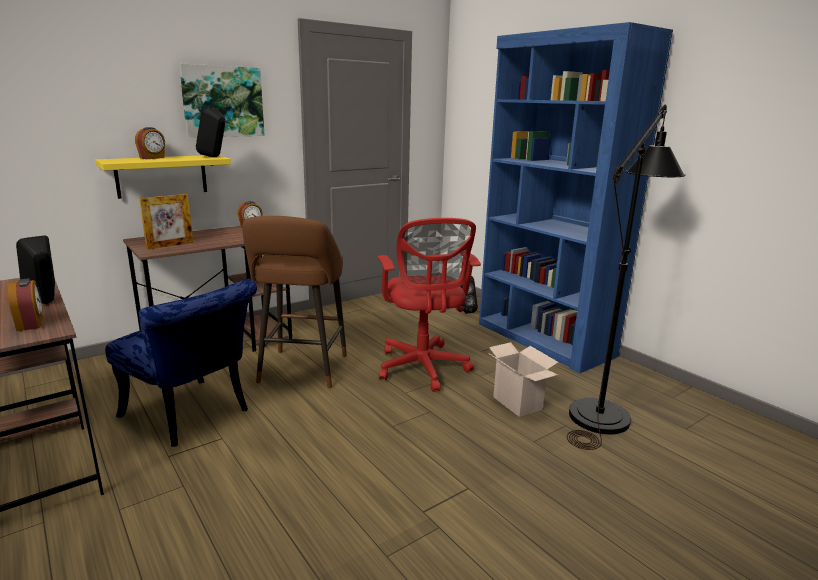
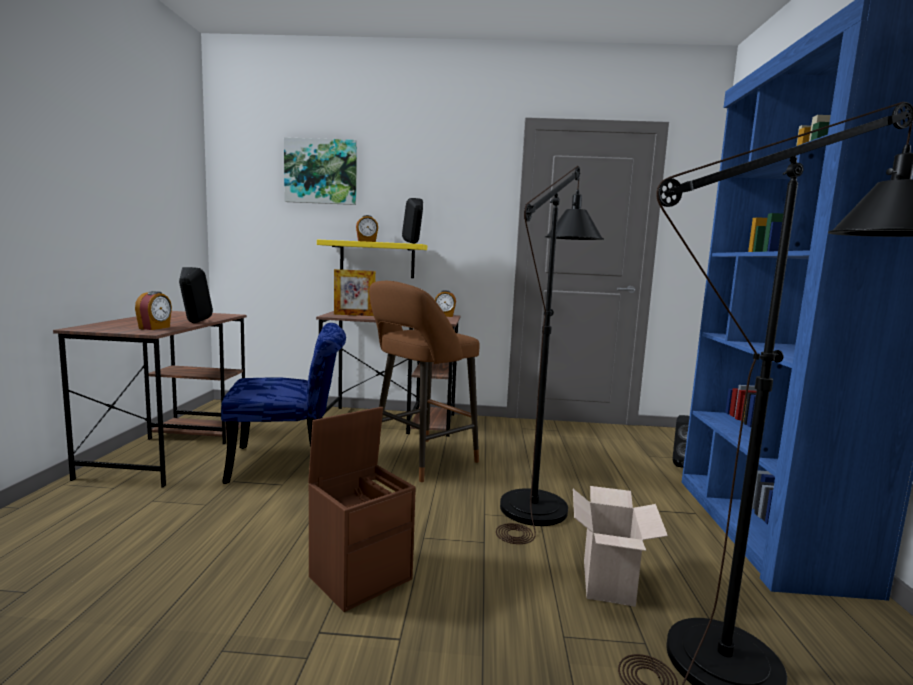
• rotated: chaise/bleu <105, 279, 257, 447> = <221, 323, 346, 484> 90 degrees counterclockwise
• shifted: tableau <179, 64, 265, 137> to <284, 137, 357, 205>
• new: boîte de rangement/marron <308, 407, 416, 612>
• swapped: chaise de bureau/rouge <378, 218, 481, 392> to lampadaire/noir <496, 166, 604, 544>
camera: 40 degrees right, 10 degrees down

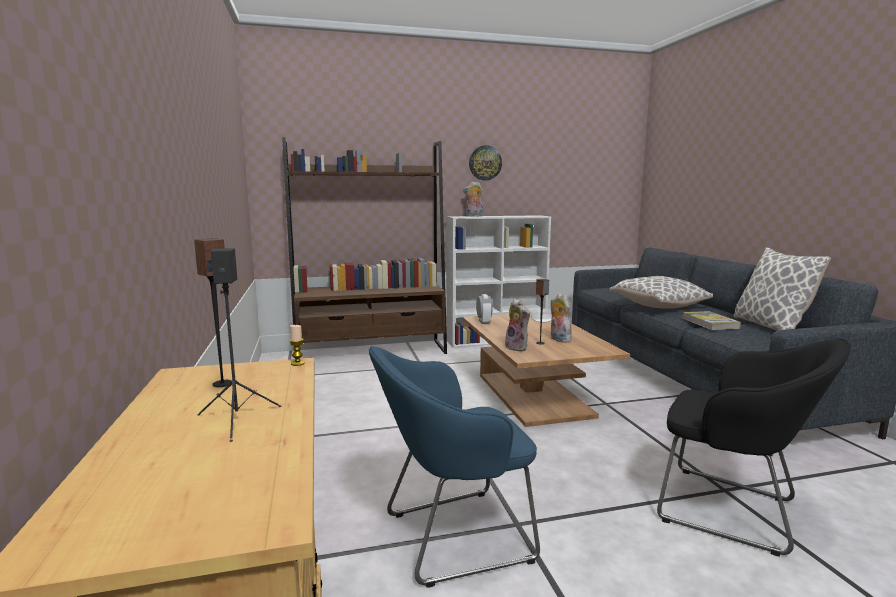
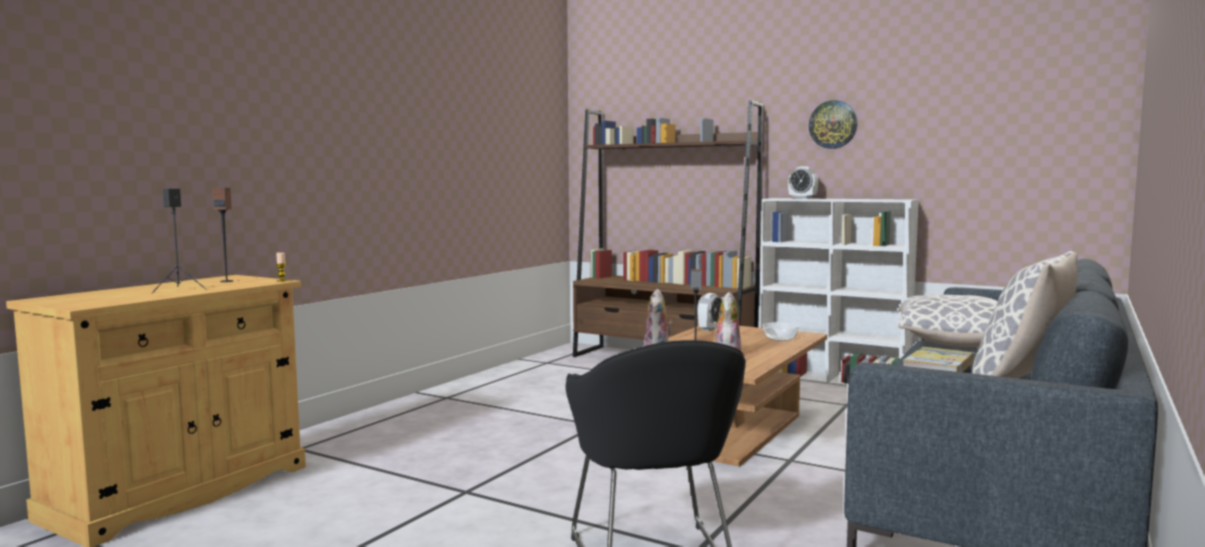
• swapped: peluche <463, 182, 483, 217> to réveil <788, 166, 818, 199>
• gone: fauteuil/bleu <369, 346, 540, 588>
camera: 45 degrees right, 5 degrees down

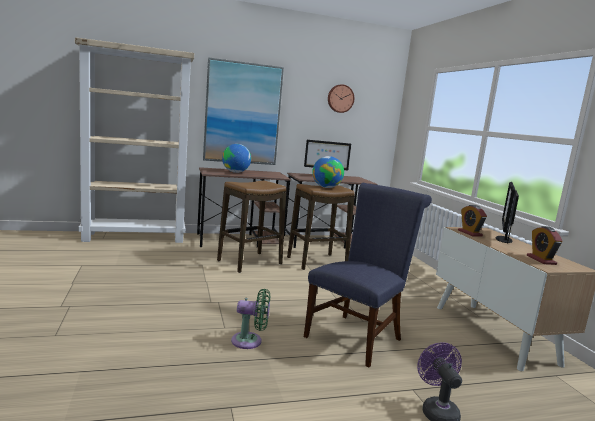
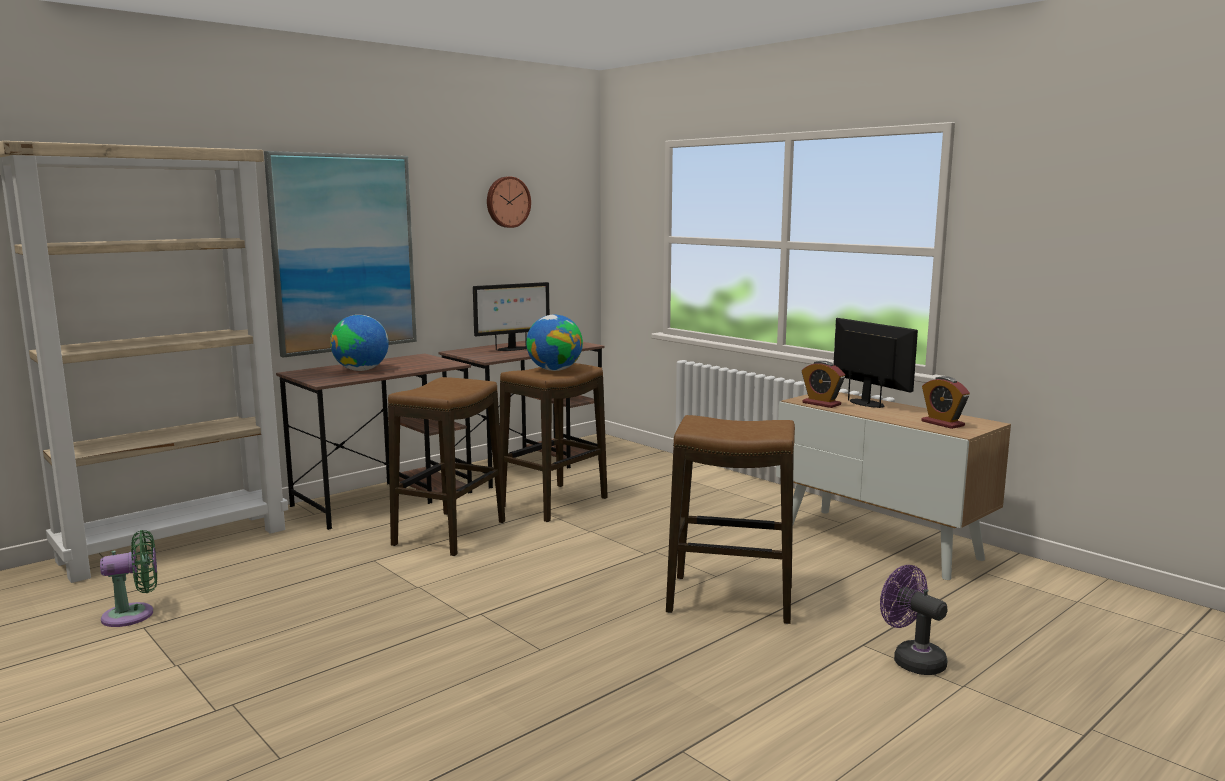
• shifted: ventilateur/vert <231, 289, 270, 349> to <100, 530, 157, 627>
• swapped: chaise/bleu <304, 183, 432, 367> to tabouret <666, 415, 795, 624>
• rotated: écran d'ordinateur <496, 182, 519, 244> = <833, 318, 918, 408> 150 degrees clockwise
camera: 25 degrees left, 0 degrees up

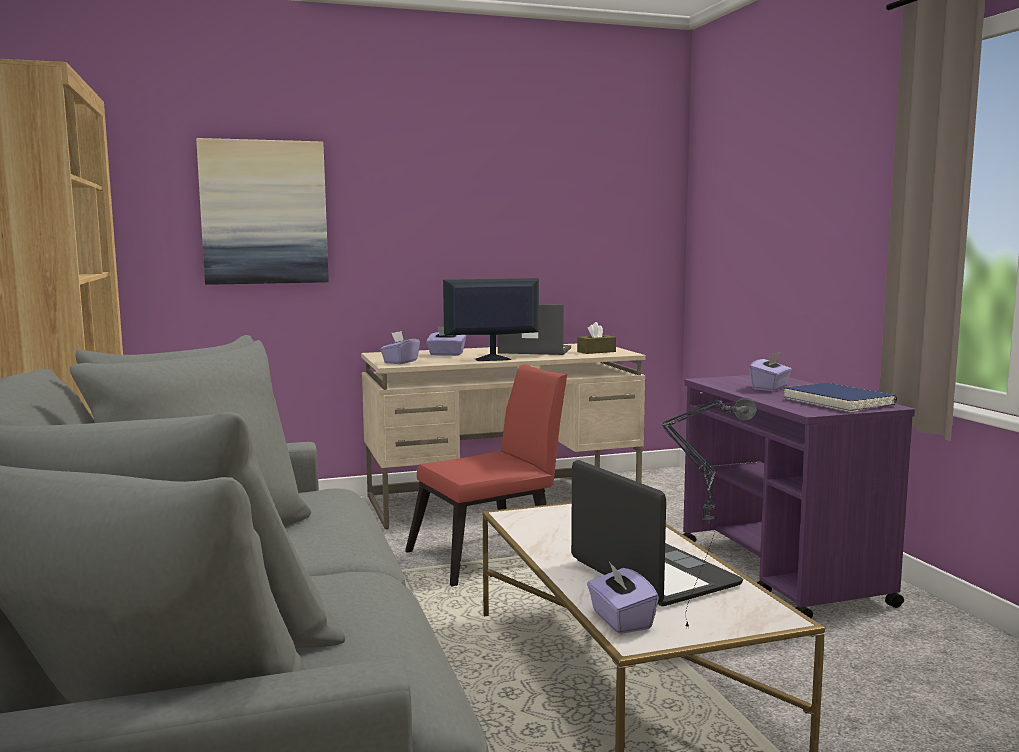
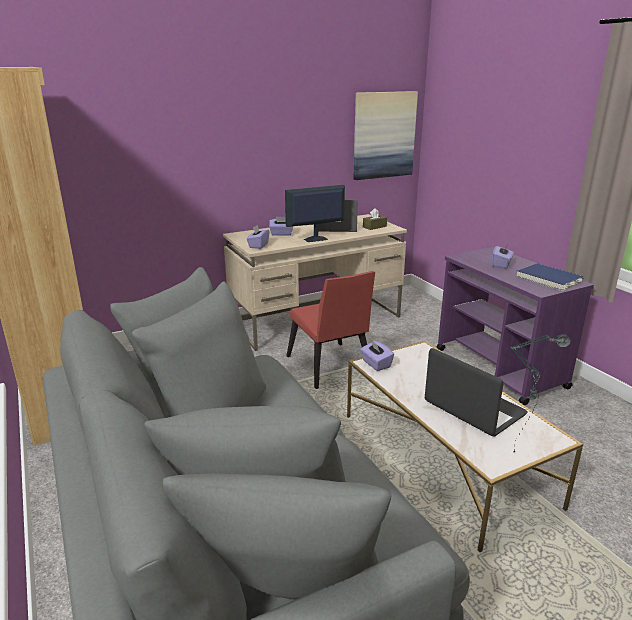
• rotated: chaise/rouge <405, 364, 567, 587> = <286, 271, 375, 389> 105 degrees clockwise
• shifted: tableau <196, 138, 329, 285> to <353, 91, 418, 180>
• shifted: boîte à mouchoirs/violet <587, 562, 659, 634> to <360, 340, 394, 371>
camera: 10 degrees left, 15 degrees up

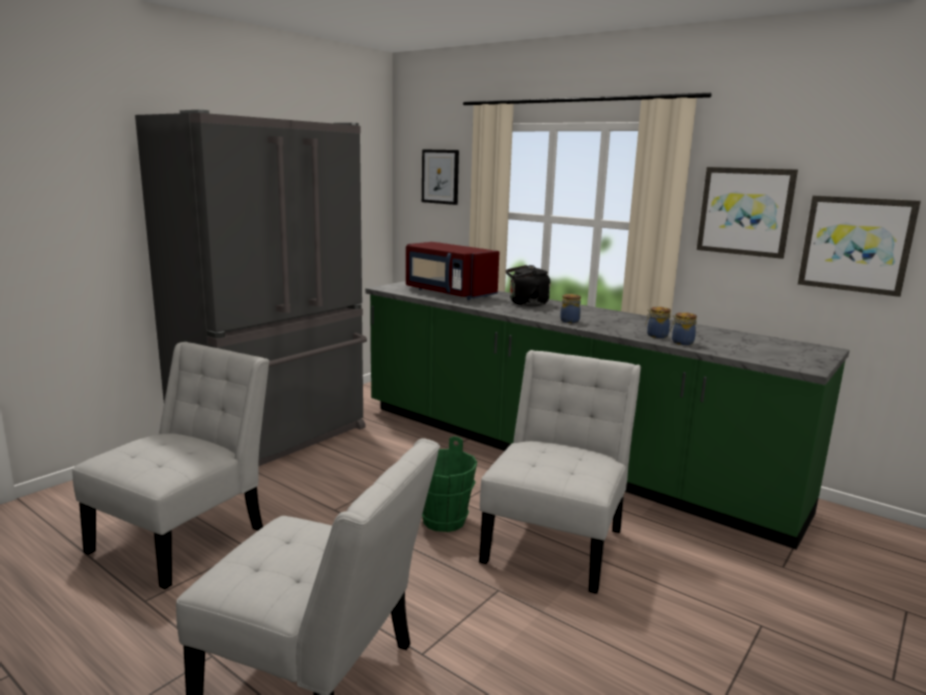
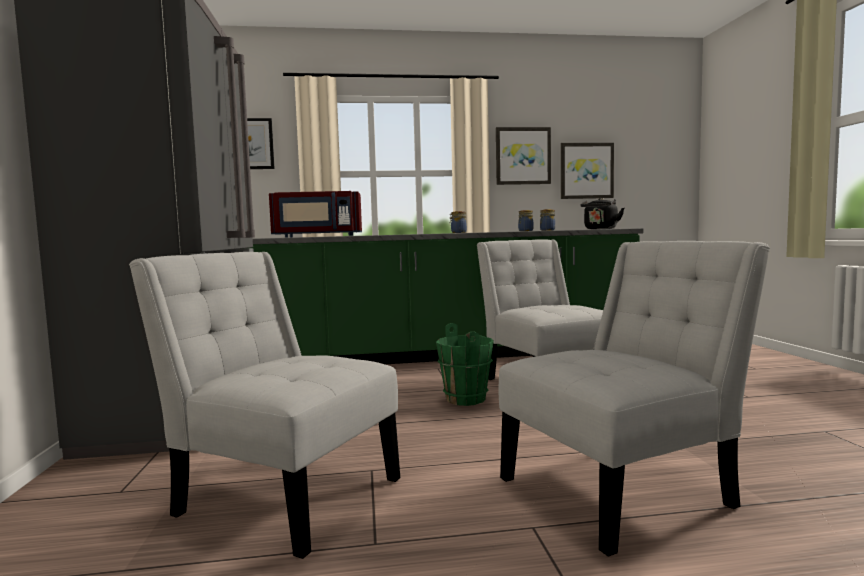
• rotated: chaise/blanc <72, 342, 269, 589> = <129, 252, 400, 559> 45 degrees counterclockwise
• shifted: bouilloire/noir <506, 265, 550, 306> to <581, 198, 624, 229>
camera: 45 degrees left, 10 degrees down

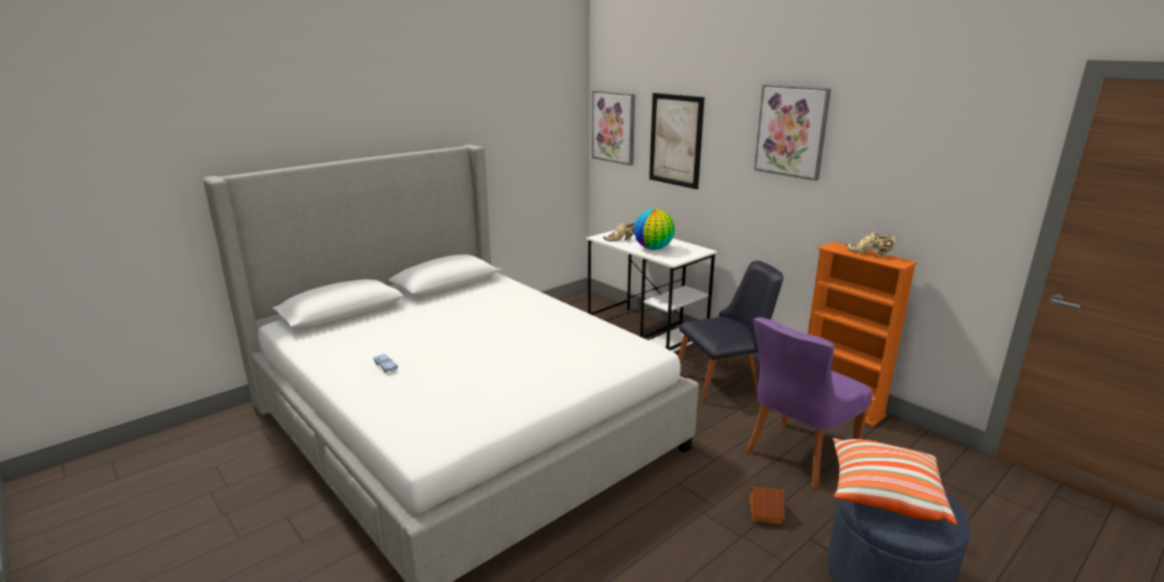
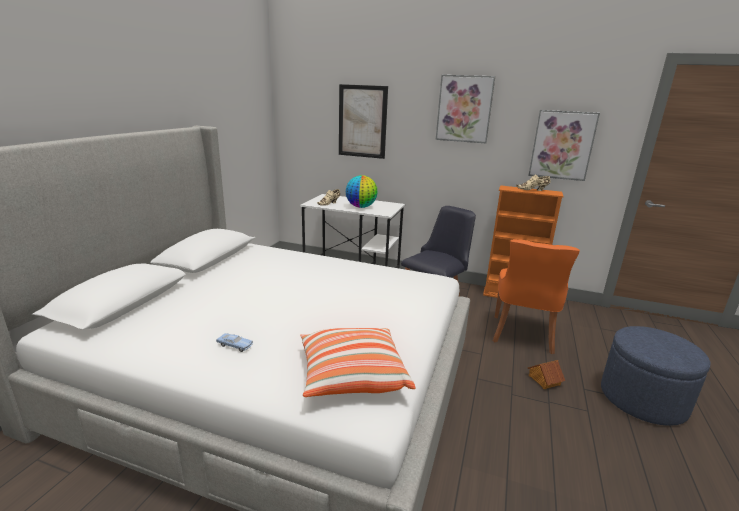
• shifted: coussin <833, 438, 957, 525> to <300, 328, 416, 397>
• repainted: chaise/violet <746, 317, 873, 488> to chaise/orange <493, 239, 580, 354>
• shifted: tableau <592, 91, 635, 165> to <529, 110, 600, 181>
camera: 30 degrees left, 0 degrees up

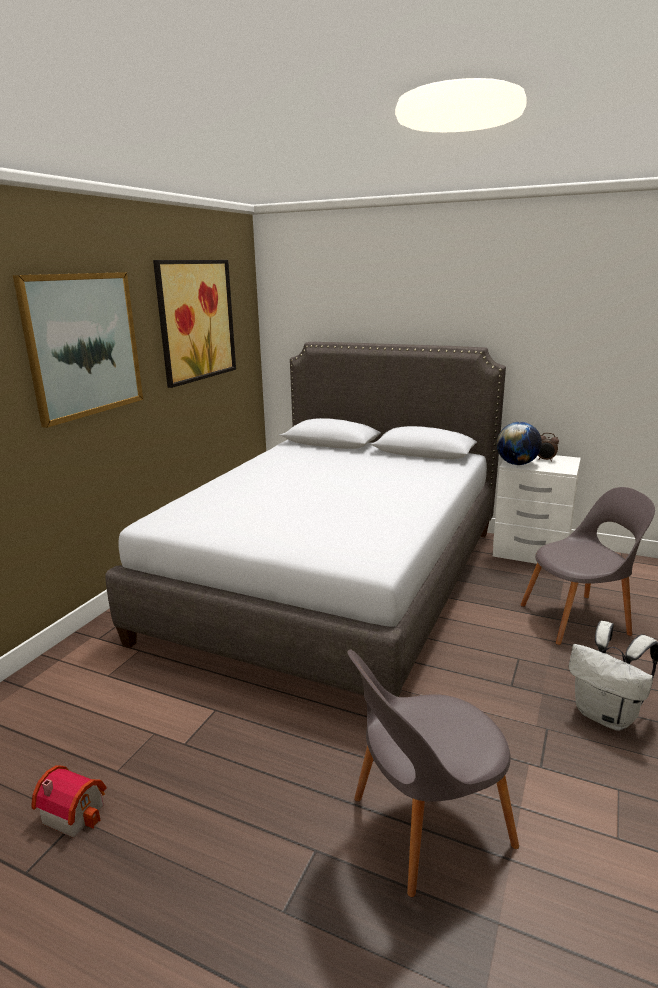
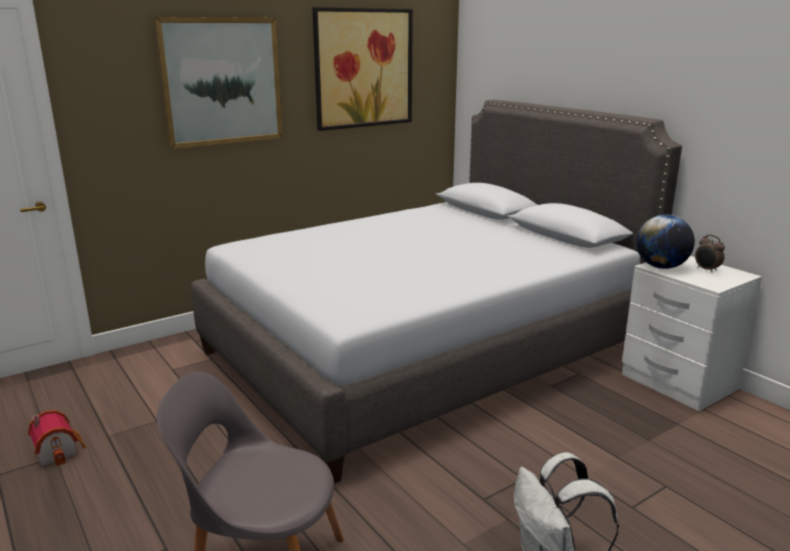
• gone: chaise/gris <520, 487, 655, 645>
camera: 30 degrees right, 0 degrees up

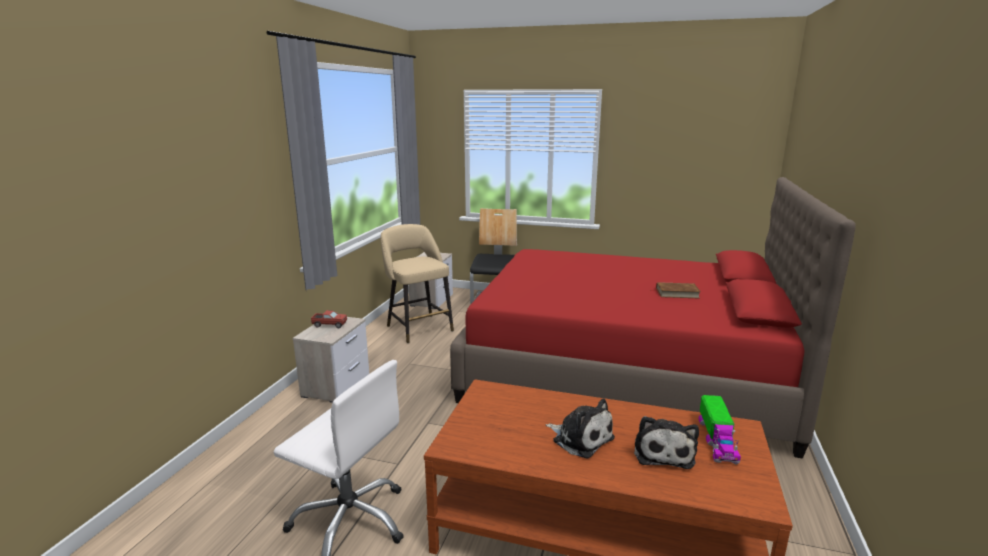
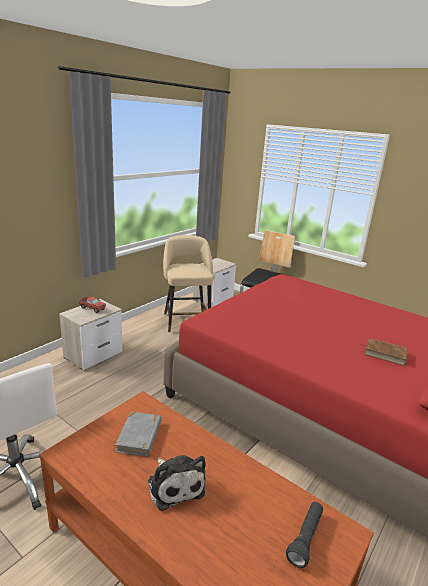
• new: livre/gris <115, 411, 161, 457>
• swapped: camion jouet <698, 395, 741, 464> to lampe de poche/noir <286, 502, 323, 568>
• gone: peluche <634, 416, 699, 469>
camera: 20 degrees right, 5 degrees up

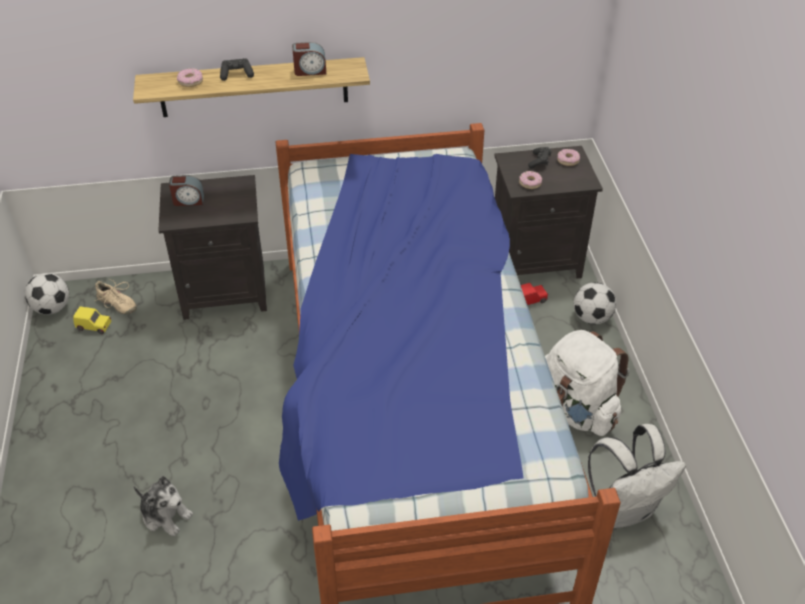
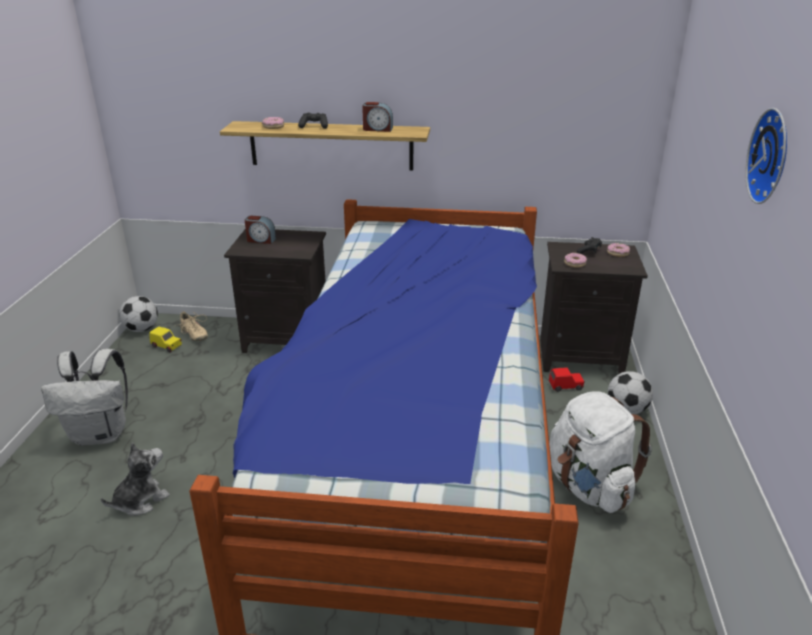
• shifted: sac à dos/blanc <588, 424, 686, 528> to <41, 349, 128, 446>
• rotated: peluche <133, 476, 193, 536> = <101, 442, 170, 516> 90 degrees counterclockwise
• new: horloge murale <745, 108, 787, 204>
camera: 15 degrees right, 15 degrees down

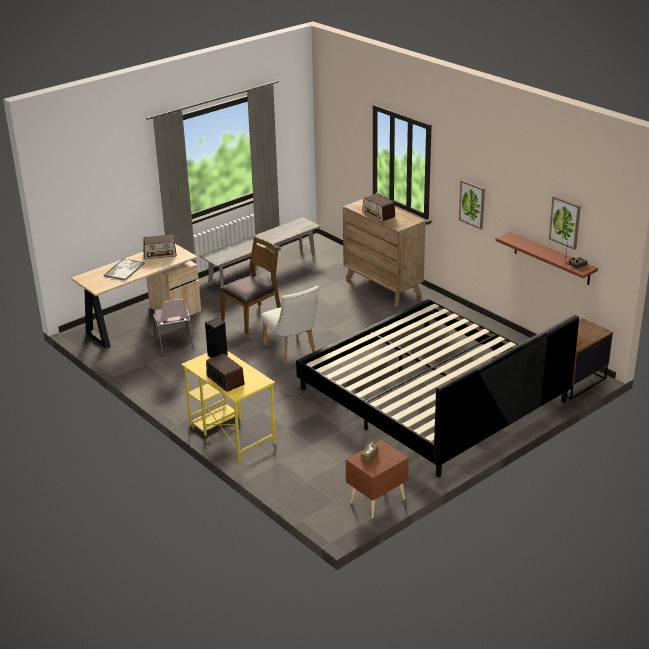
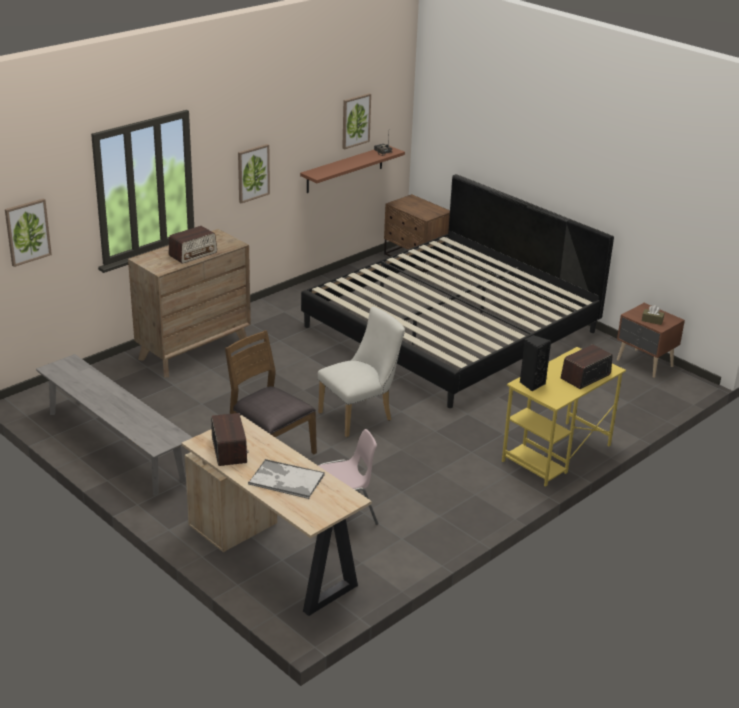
• new: tableau <5, 198, 52, 267>
camera: 95 degrees left, 0 degrees up

